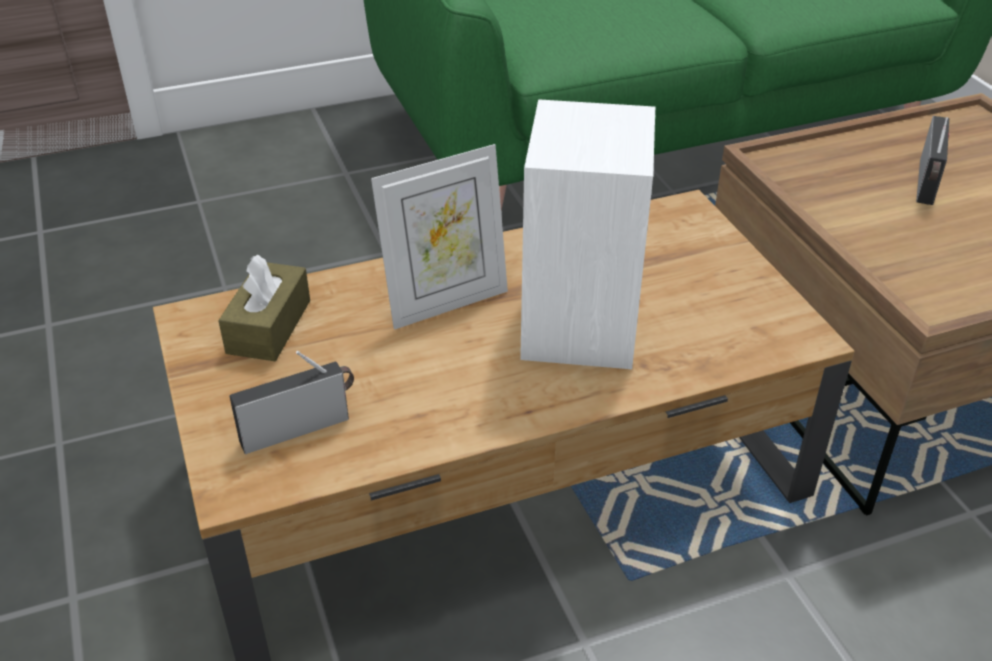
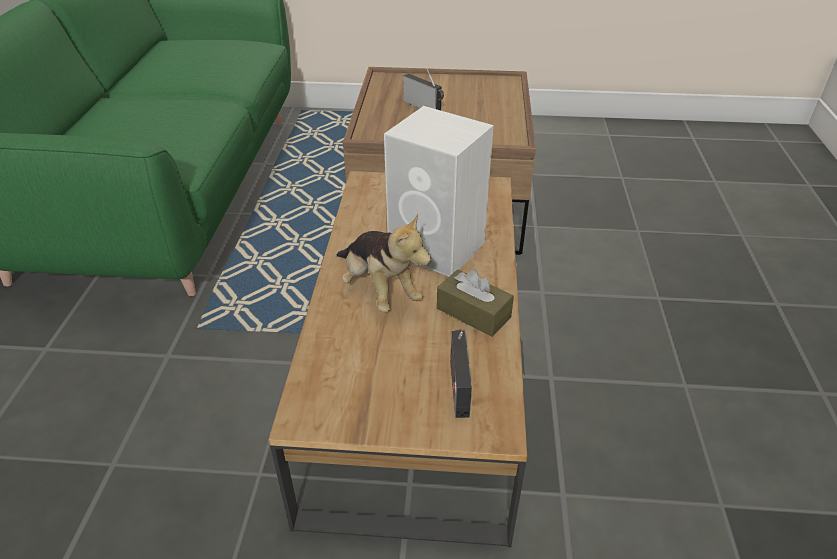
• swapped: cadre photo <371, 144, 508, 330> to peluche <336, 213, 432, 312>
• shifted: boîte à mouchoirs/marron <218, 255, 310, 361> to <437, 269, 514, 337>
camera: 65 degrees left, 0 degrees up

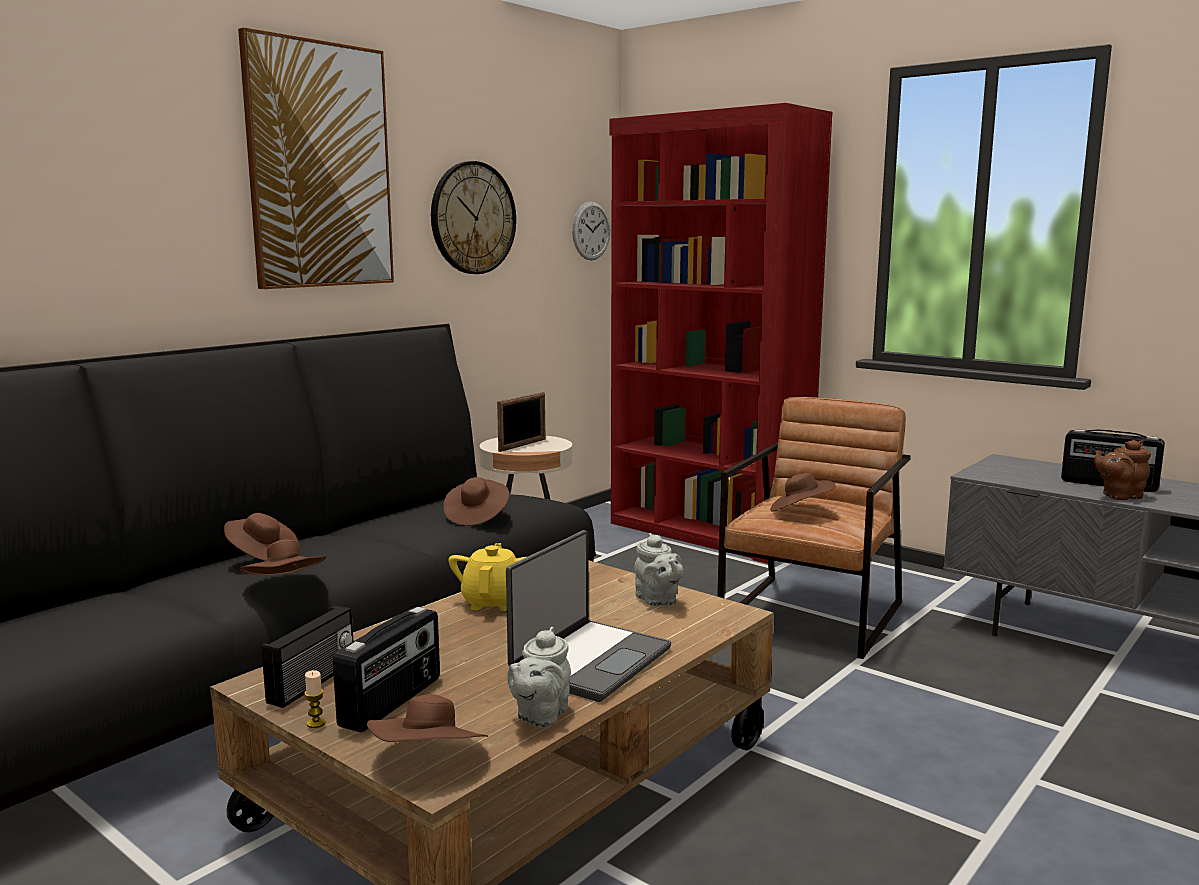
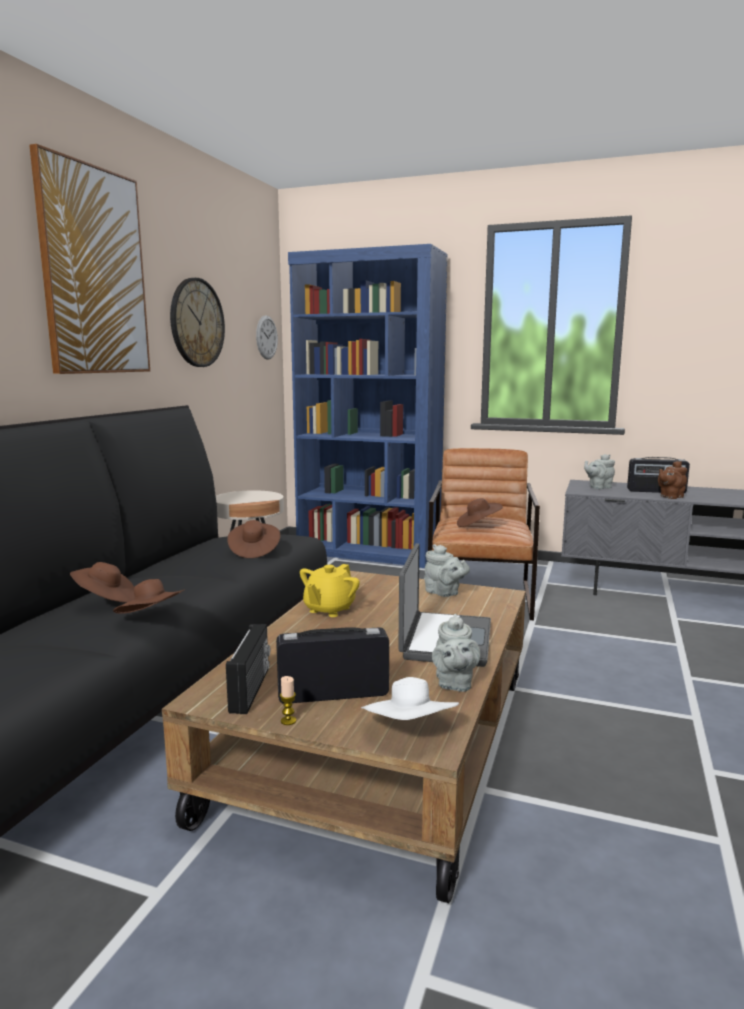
• rotated: radio <333, 607, 440, 733> = <276, 627, 389, 704> 105 degrees counterclockwise
• repainted: bibliothèque/rouge <609, 103, 832, 564> to bibliothèque/bleu <288, 244, 448, 568>
• rotated: théière/jaune <448, 543, 526, 611> = <300, 564, 360, 617> 135 degrees counterclockwise
• repainted: chapeau/marron <367, 694, 488, 742> to chapeau/blanc <361, 677, 459, 720>
• new: théière/gris <584, 454, 615, 489>
• gone: cadre photo <497, 392, 545, 452>
camera: 20 degrees left, 0 degrees up

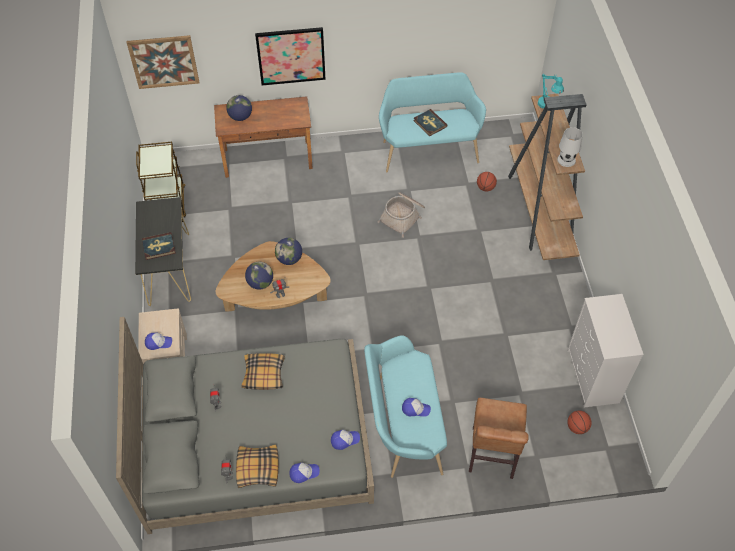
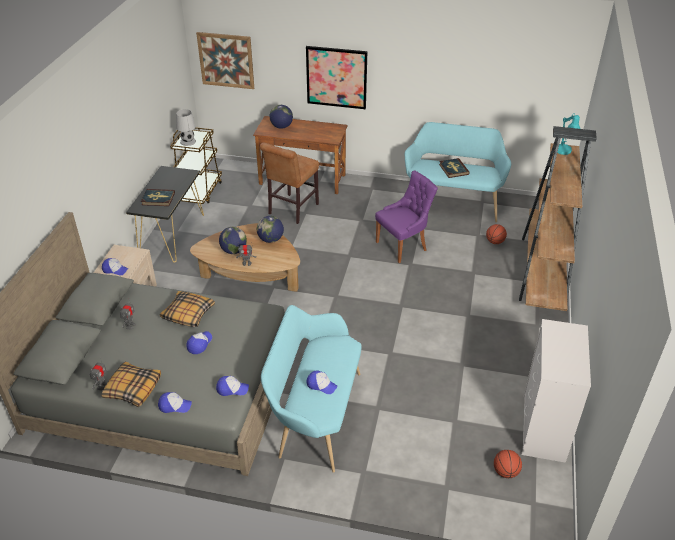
• shifted: lampe de table/blanc <557, 127, 583, 167> to <176, 109, 196, 146>
• new: casquette <186, 331, 212, 354>
• shifted: chaise/marron <469, 398, 529, 479> to <260, 142, 319, 224>
• swapped: panier <377, 192, 425, 238> to chaise/violet <375, 170, 438, 263>
camera: 20 degrees right, 15 degrees down

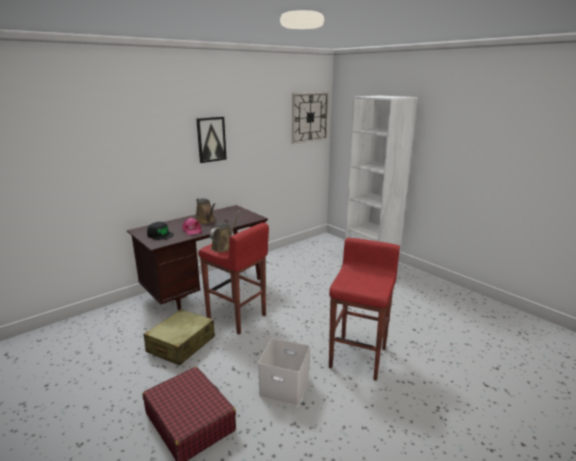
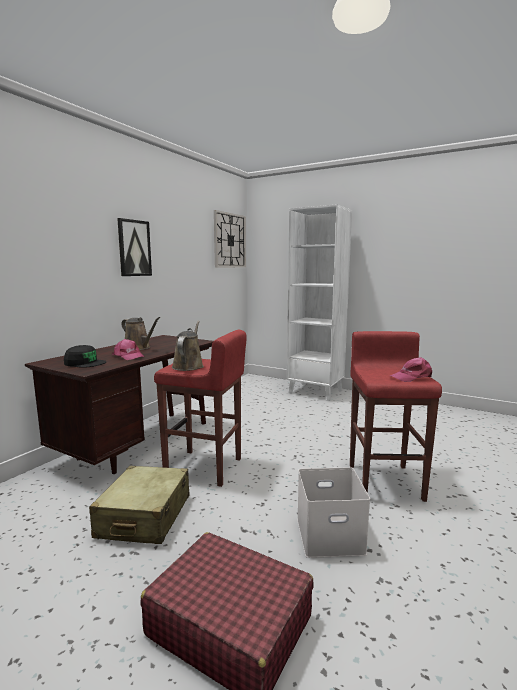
• new: casquette/rose <390, 357, 432, 382>
camera: 20 degrees left, 10 degrees down

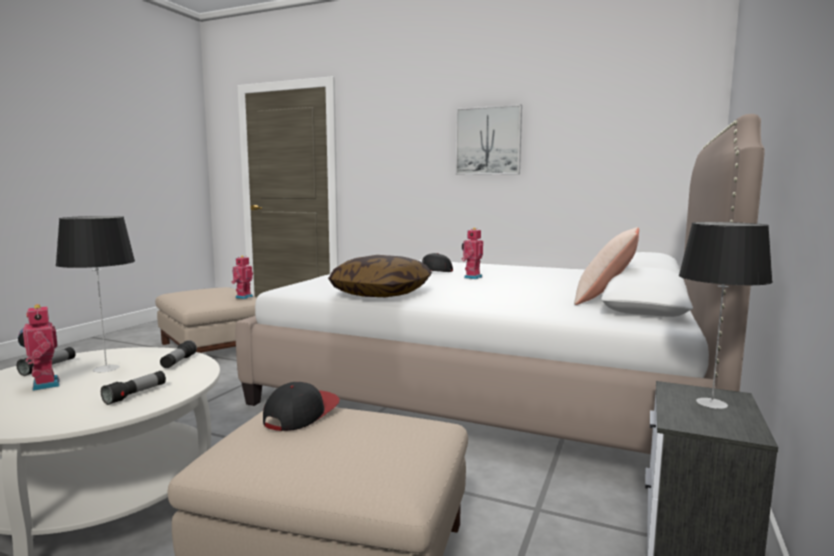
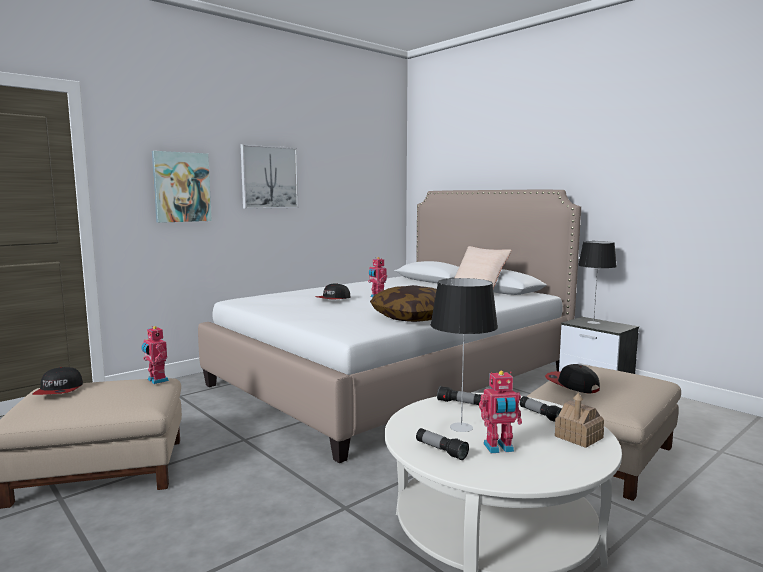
• new: casquette <33, 367, 83, 395>
• new: tableau <152, 151, 212, 223>
• new: maison miniature <555, 393, 604, 448>
camera: 65 degrees left, 0 degrees up

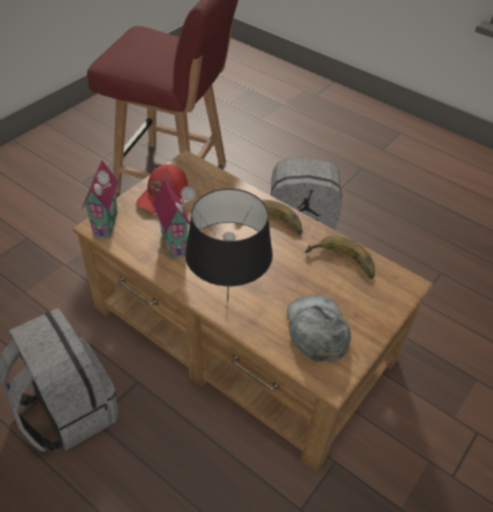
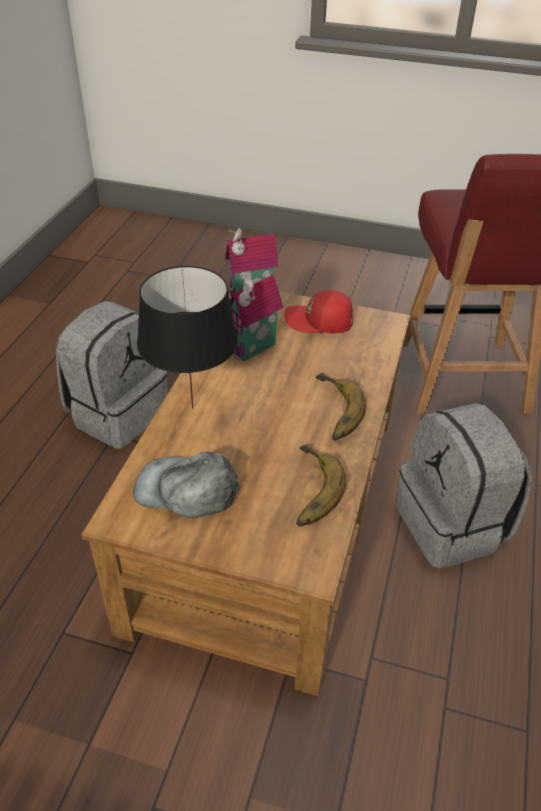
• rotated: casquette/gris <287, 295, 351, 362> = <133, 452, 239, 518> 135 degrees counterclockwise
camera: 70 degrees right, 5 degrees down

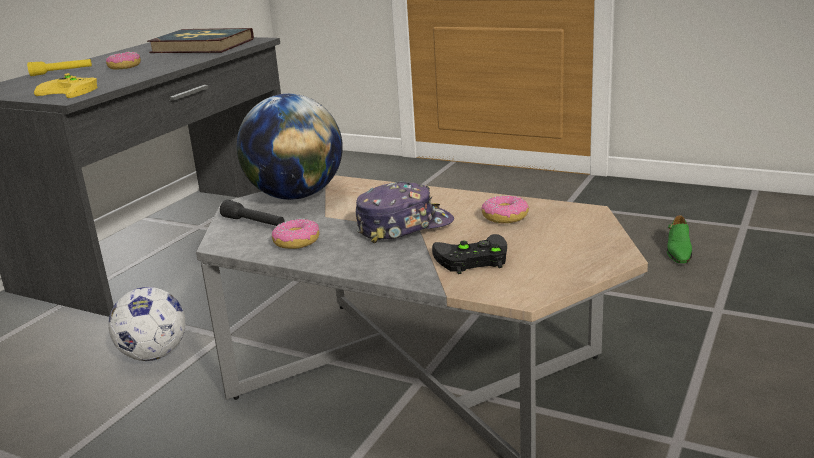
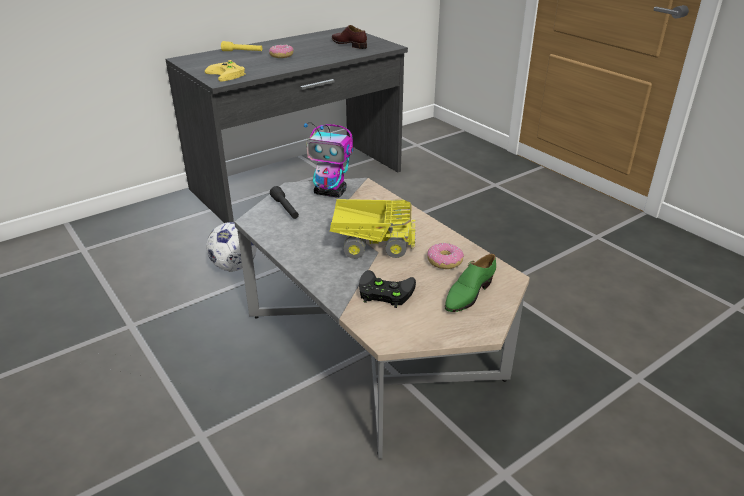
• swapped: globe <236, 94, 343, 200> to robot jouet <304, 122, 353, 198>
• swapped: casquette <356, 181, 454, 243> to camion jouet <330, 199, 416, 259>
• swapped: livre <147, 28, 254, 53> to chaussure/marron <332, 25, 367, 49>
• shifted: chaussure/vert <667, 215, 692, 263> to <444, 254, 496, 312>
• gone: beignet <272, 219, 319, 249>
camera: 25 degrees right, 10 degrees up

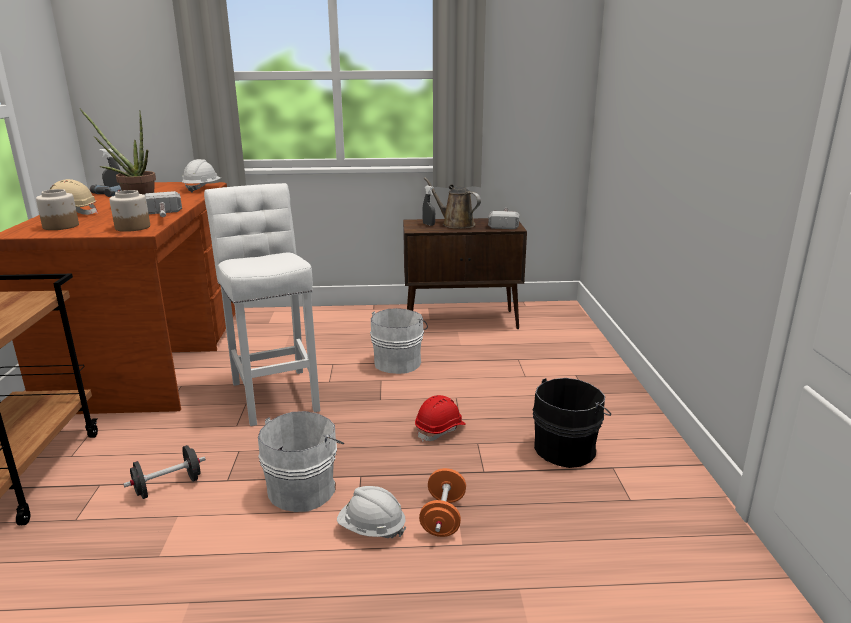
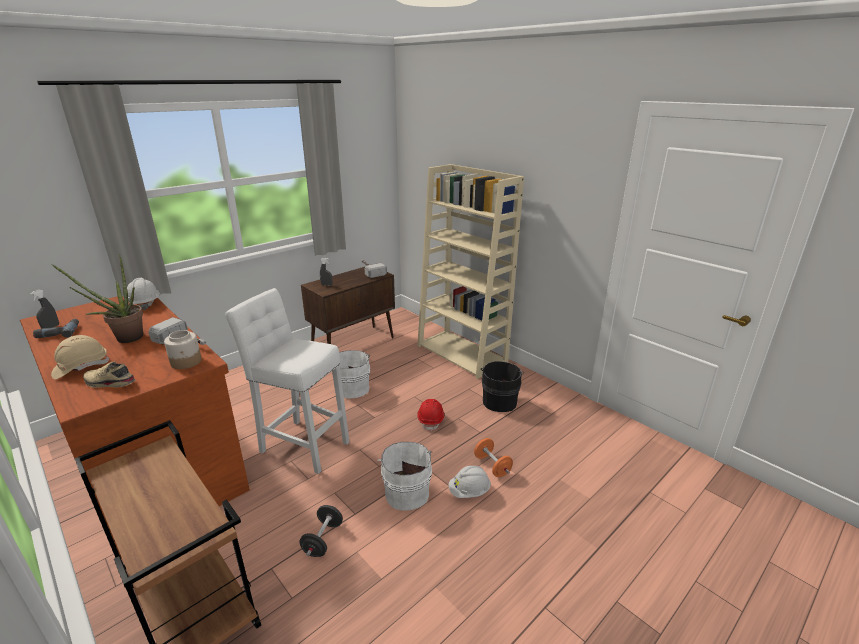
• swapped: bocal <36, 189, 79, 230> to chaussure/beige <83, 362, 135, 388>
• new: bibliothèque/beige <417, 164, 524, 379>
• gone: arrosoir/marron <424, 177, 481, 229>
camera: 40 degrees left, 5 degrees up

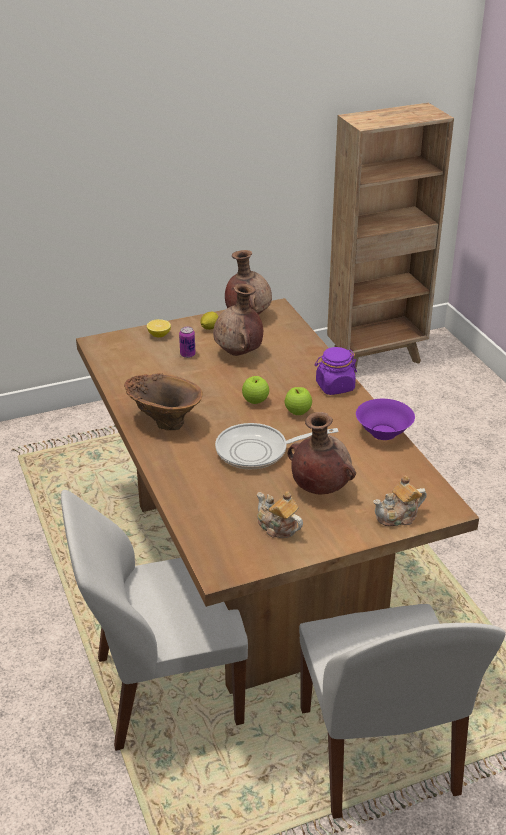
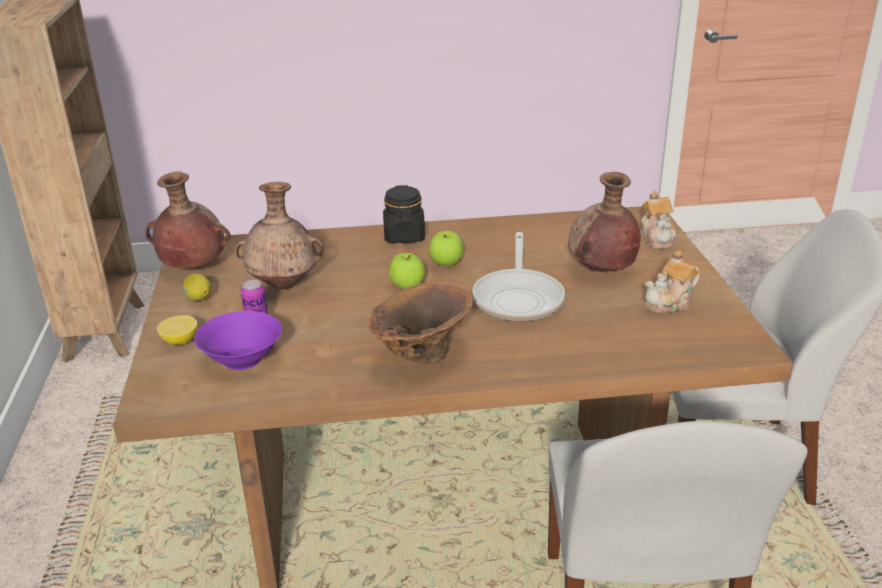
• shifted: bol/violet <356, 399, 415, 440> to <194, 311, 282, 370>
• repainted: bocal/violet <315, 347, 357, 395> to bocal/noir <383, 185, 425, 243>
camera: 75 degrees left, 5 degrees down

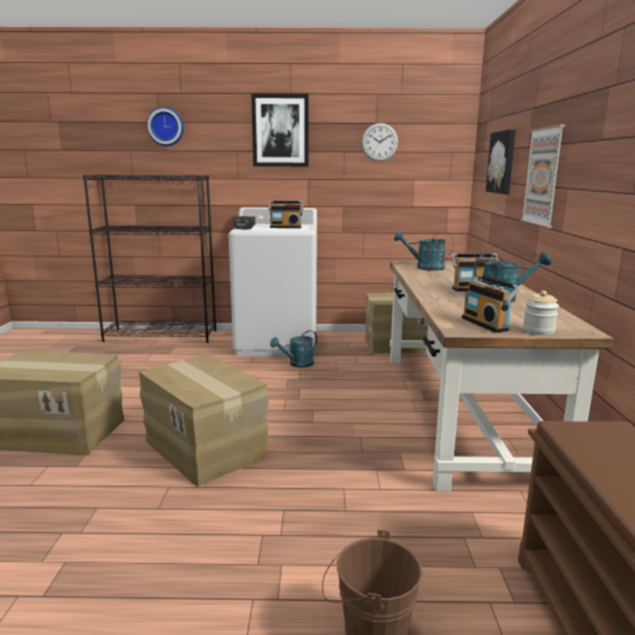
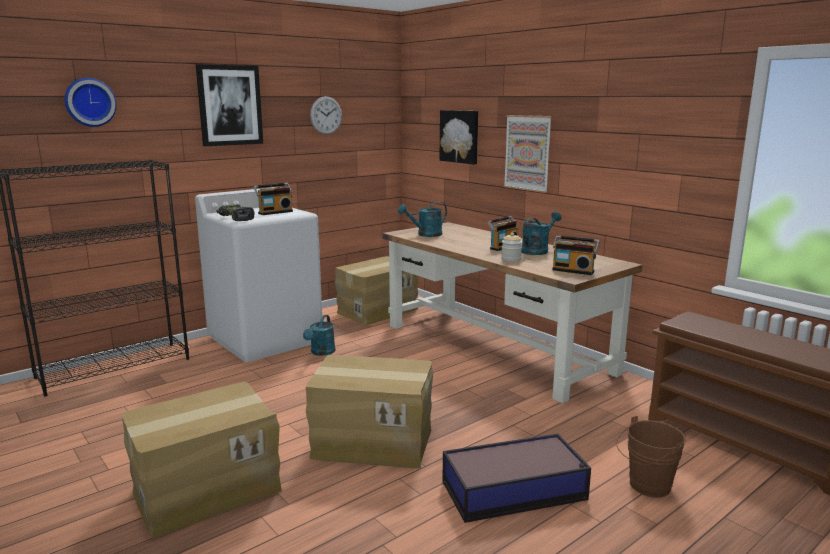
• new: boîte de rangement <442, 434, 591, 523>
• shifted: bocal <523, 291, 559, 335> to <501, 233, 522, 262>
camera: 40 degrees left, 0 degrees up

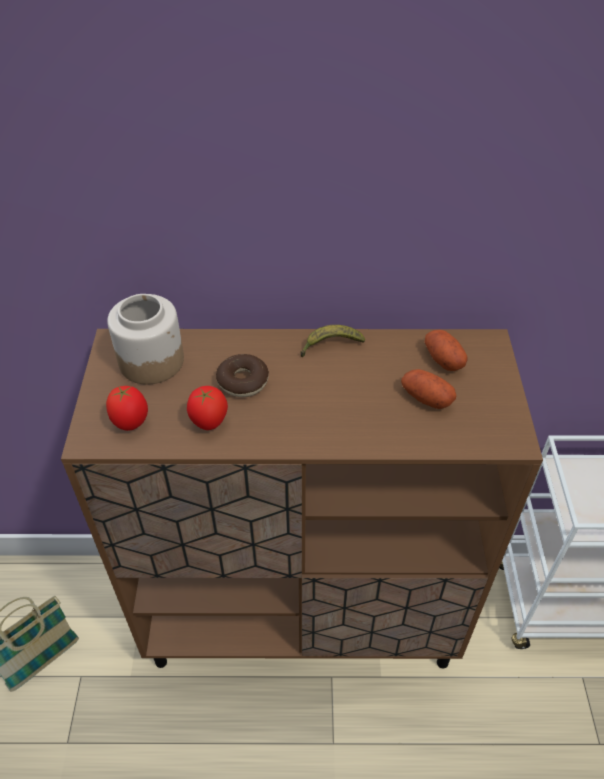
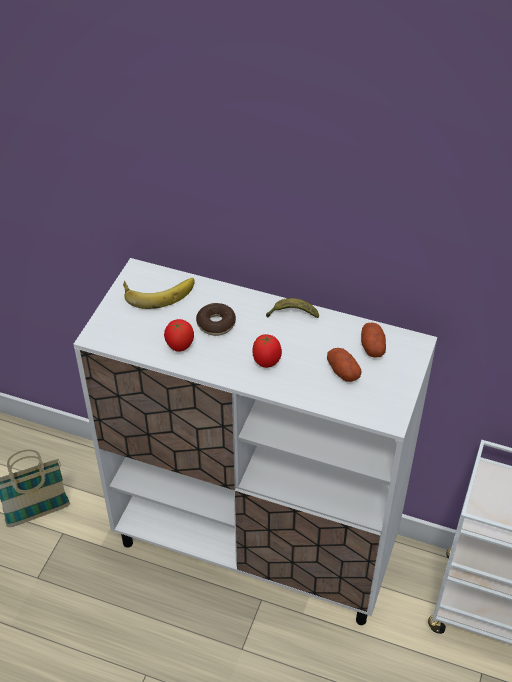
• repainted: meuble de rangement/marron <61, 329, 543, 669> to meuble de rangement/blanc <73, 258, 437, 625>
• swapped: bocal <107, 294, 184, 385> to banane <123, 278, 195, 309>
• shifted: tomate <106, 386, 148, 431> to <252, 334, 282, 368>
camera: 20 degrees right, 0 degrees up

